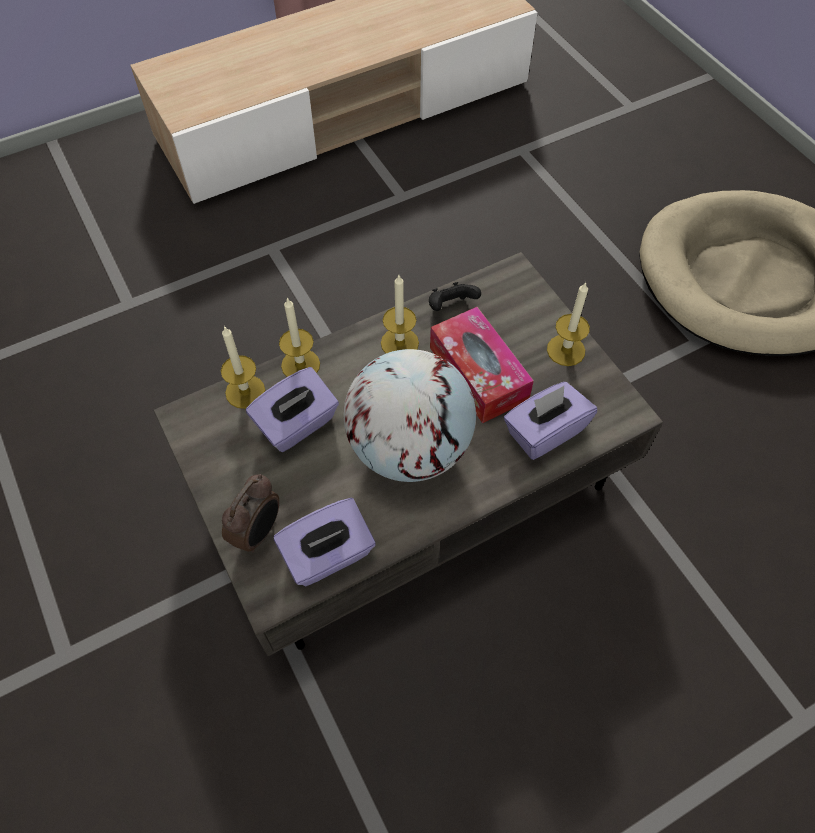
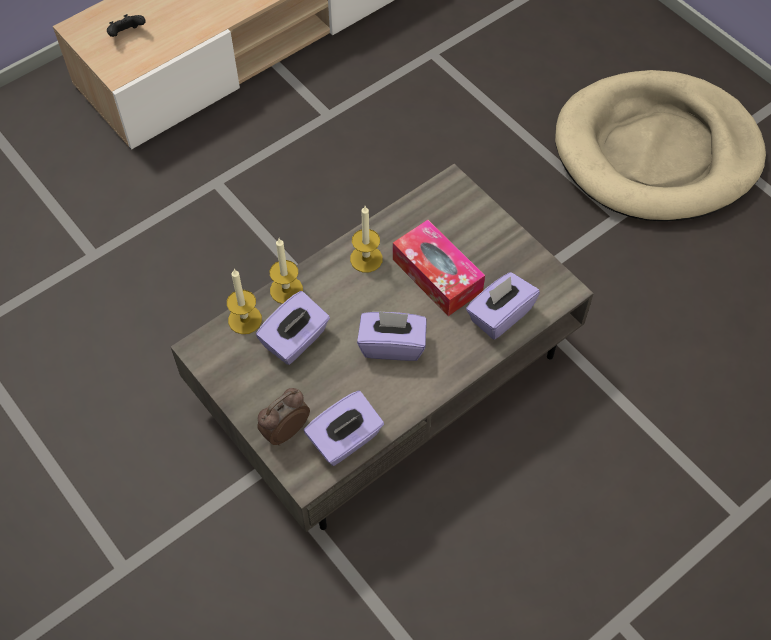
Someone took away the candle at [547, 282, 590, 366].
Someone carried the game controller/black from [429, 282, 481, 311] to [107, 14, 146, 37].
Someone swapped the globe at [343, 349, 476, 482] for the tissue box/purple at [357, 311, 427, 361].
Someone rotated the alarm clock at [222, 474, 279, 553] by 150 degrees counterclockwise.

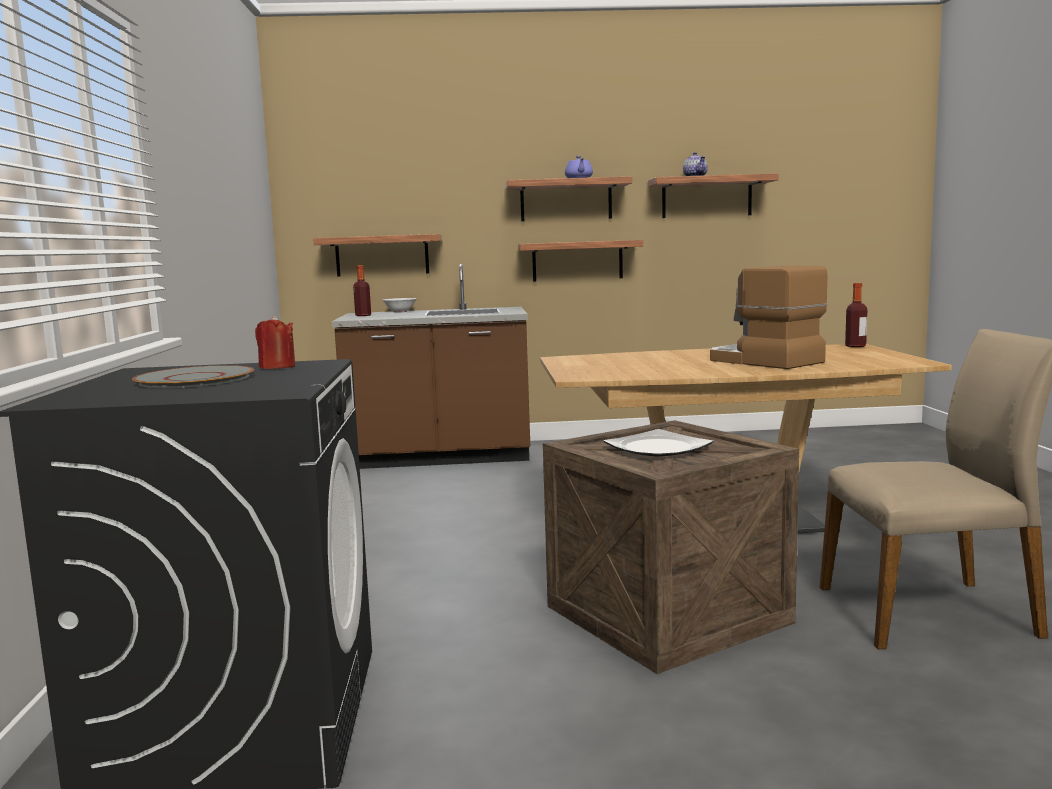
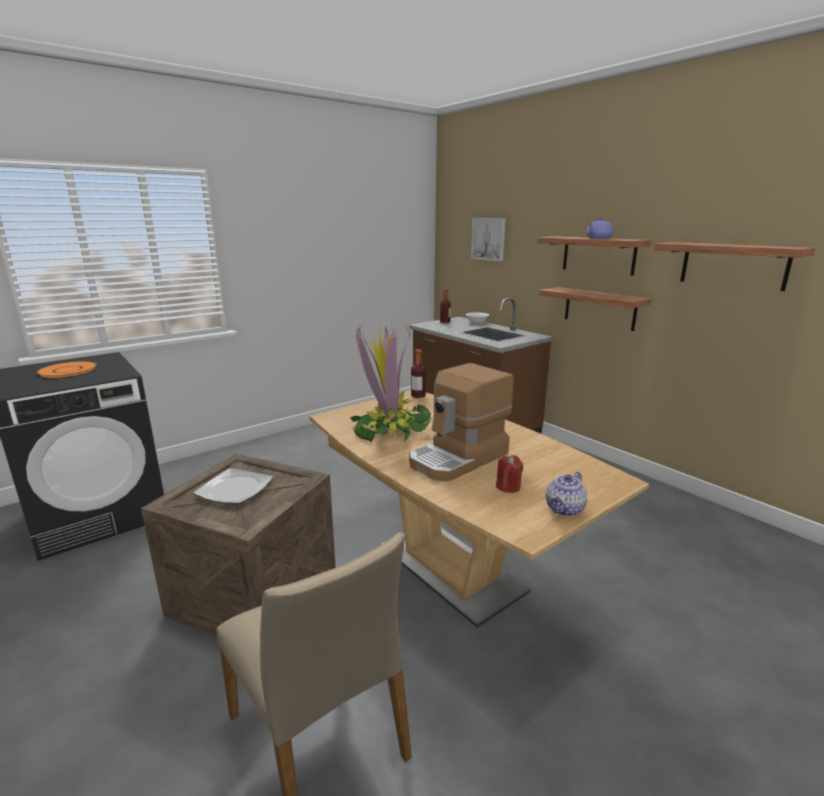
Someone took away the shelf at [313, 234, 442, 277].
Someone put down the potted plant at [350, 320, 431, 442].
Someone put up the picture at [471, 218, 506, 261].
Someone carried the candle/red from [255, 315, 295, 369] to [496, 455, 523, 493].
Someone carried the teapot from [683, 152, 708, 176] to [546, 472, 587, 517].
Someone carried the bottle from [845, 283, 867, 347] to [411, 349, 426, 398].
Someone repainted the plate/grey at [132, 365, 254, 388], which became the plate/orange at [36, 361, 97, 378].
Someone rotated the coffee machine at [710, 266, 827, 369] by 150 degrees counterclockwise.

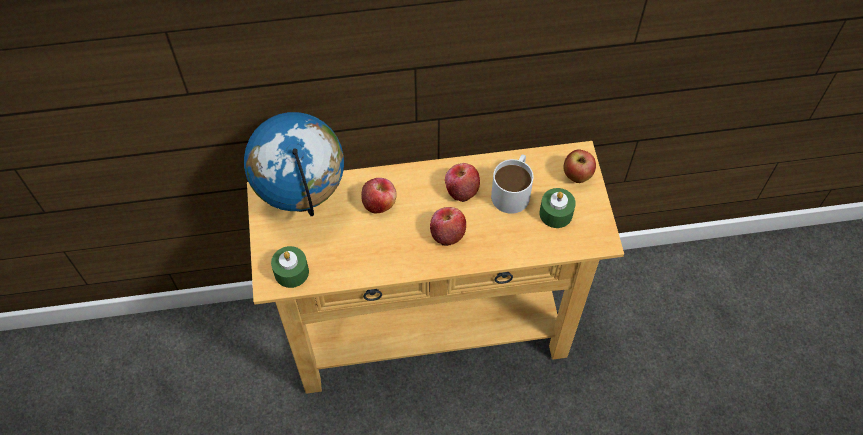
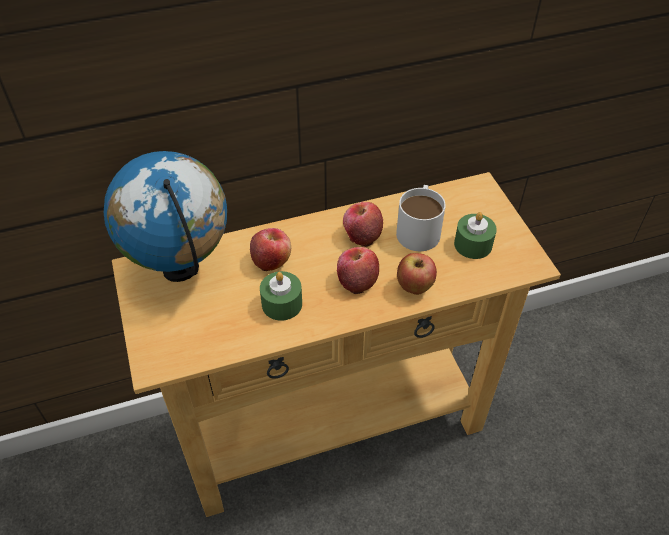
Someone carried the candle/green from [271, 246, 309, 288] to [260, 271, 302, 321].
Someone carried the apple from [563, 150, 596, 183] to [397, 253, 437, 295].

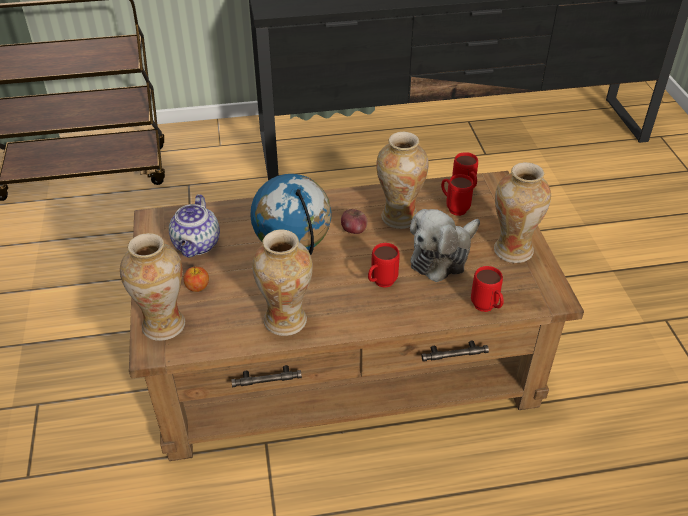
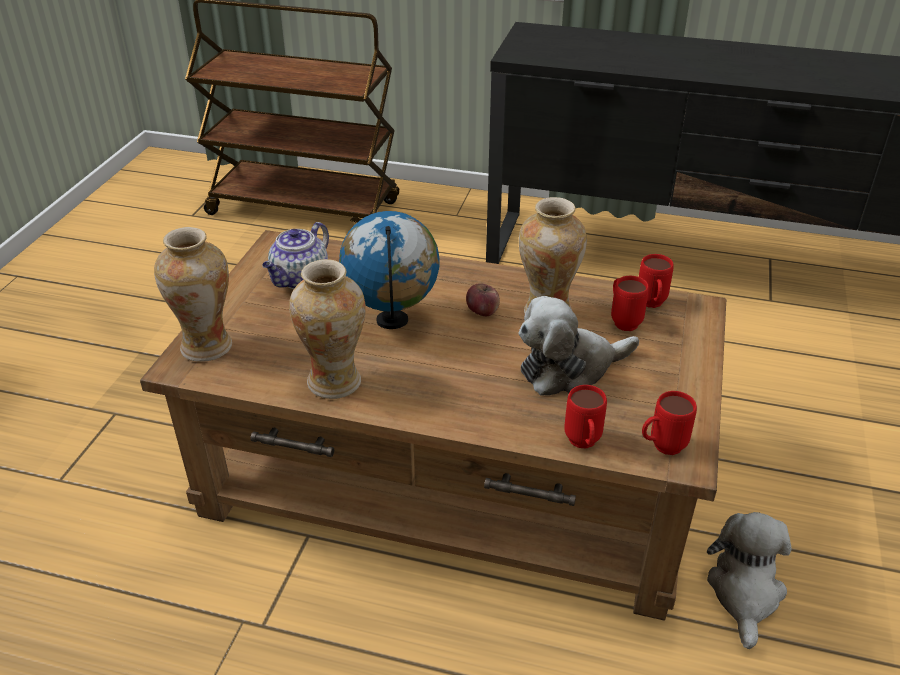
Someone took away the apple at [183, 266, 209, 292].
Someone took away the vase at [494, 162, 551, 263].
Someone put down the plush toy at [707, 512, 792, 649].
Someone carried the mug/red from [368, 243, 400, 288] to [642, 391, 697, 455].

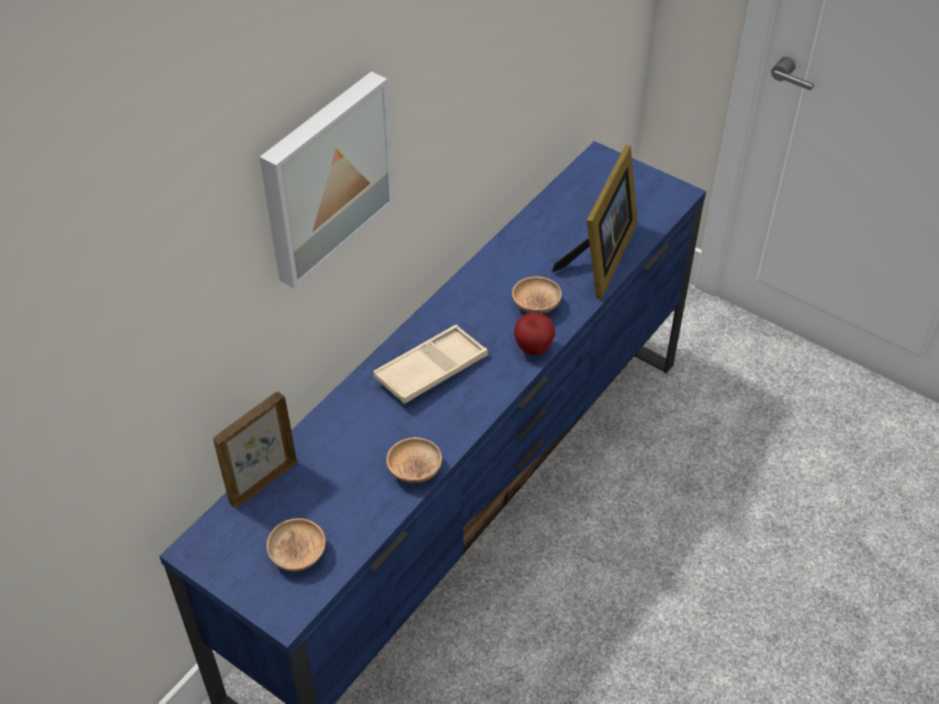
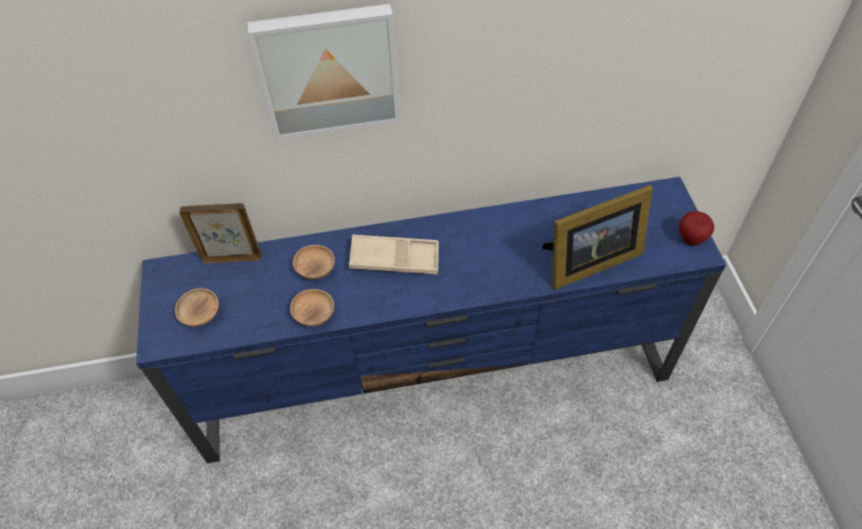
Someone carried the bowl/brown from [512, 276, 562, 313] to [293, 245, 335, 280].
Someone carried the apple from [514, 313, 555, 355] to [679, 211, 714, 246].

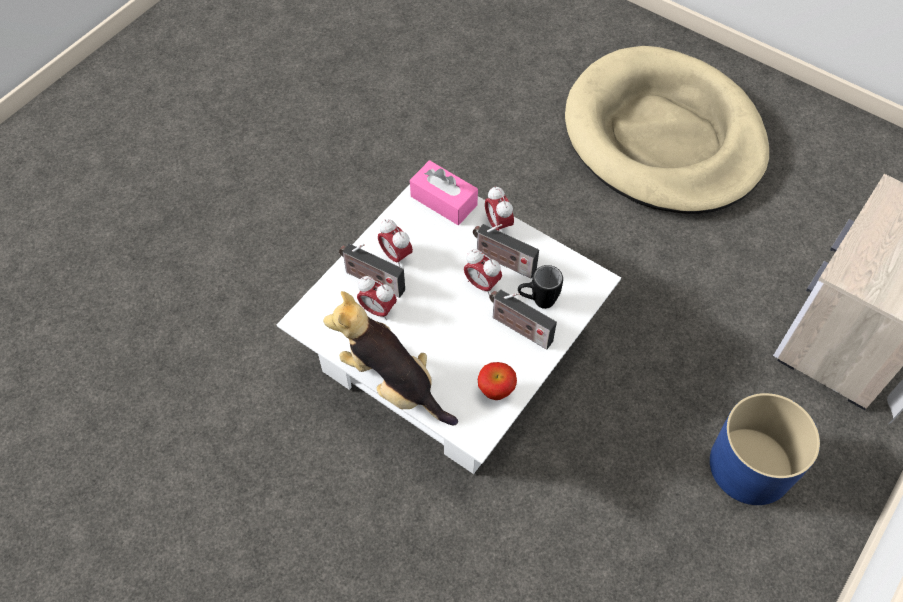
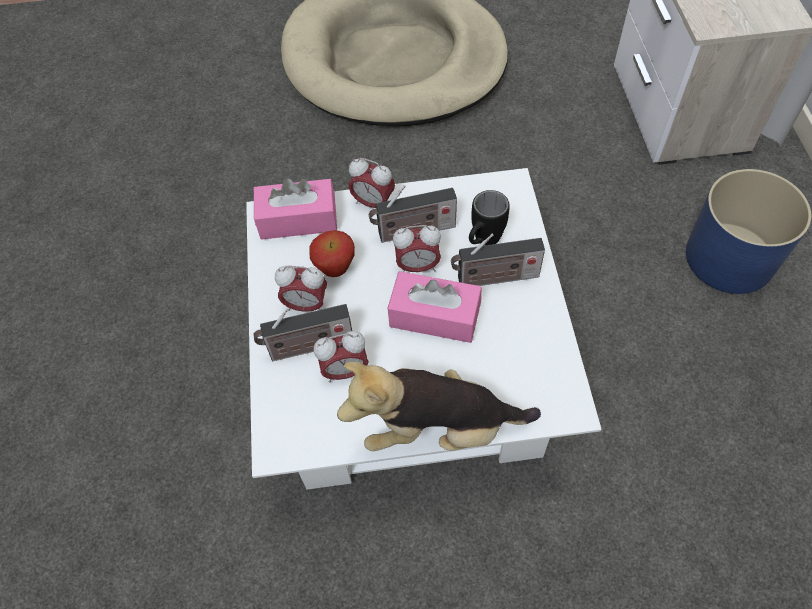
Someone put down the tissue box/pink at [388, 271, 482, 343].
Someone carried the apple from [478, 362, 517, 400] to [309, 230, 355, 277].

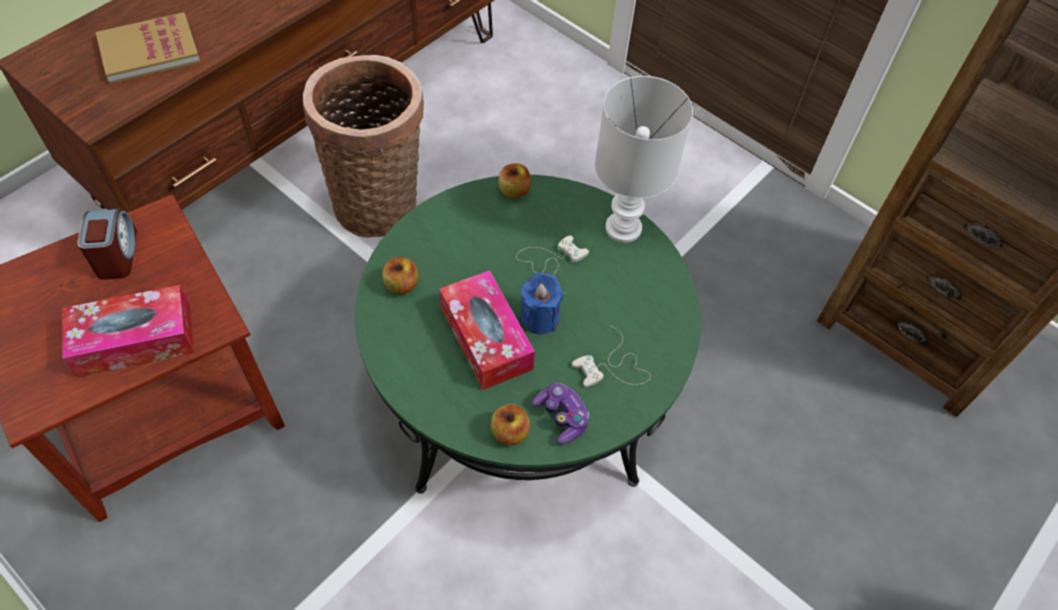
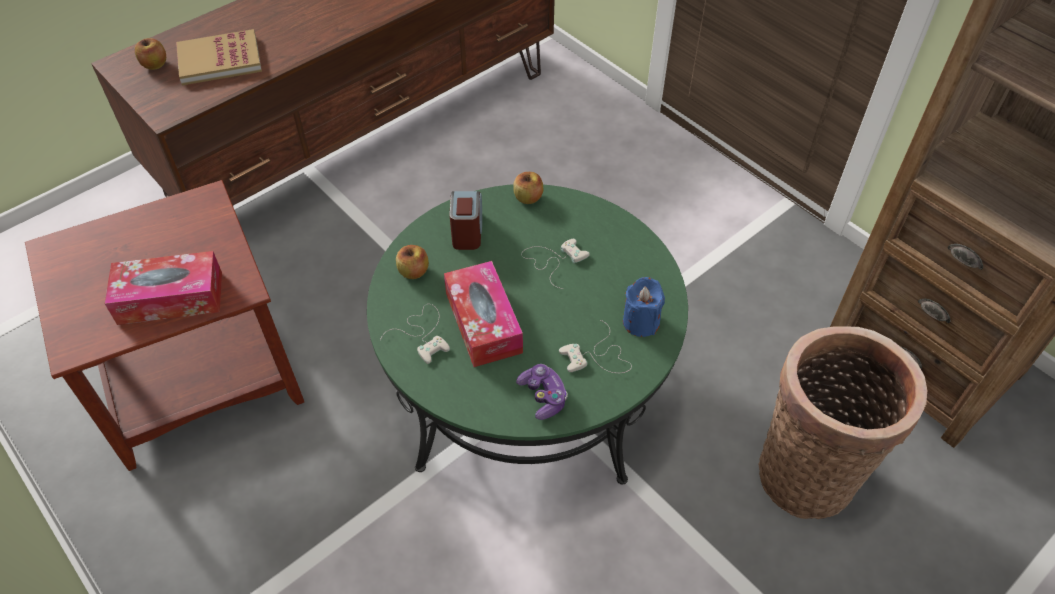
Someone took away the table lamp/white at [595, 76, 693, 243].
Someone put down the game controller/white at [380, 304, 450, 364].
Someone carried the alarm clock from [77, 209, 137, 280] to [449, 191, 482, 250].
Someone carried the basket from [303, 55, 424, 238] to [758, 326, 927, 519].
Someone carried the apple from [491, 404, 530, 446] to [135, 38, 166, 70].
Someone carried the candle/blue from [520, 272, 563, 334] to [623, 277, 665, 337].

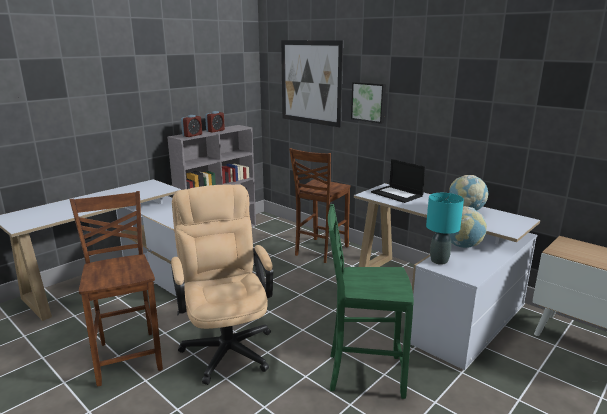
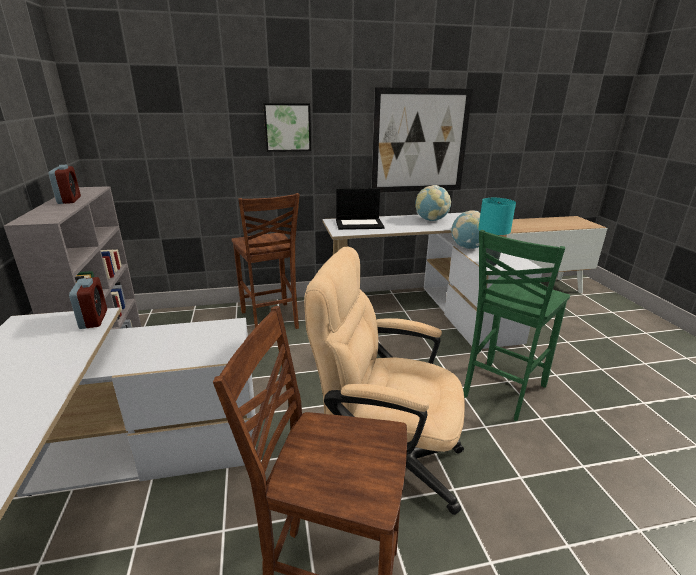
Someone carried the alarm clock from [181, 115, 202, 137] to [69, 277, 107, 329].
Someone carried the picture from [281, 40, 343, 127] to [372, 87, 473, 192].

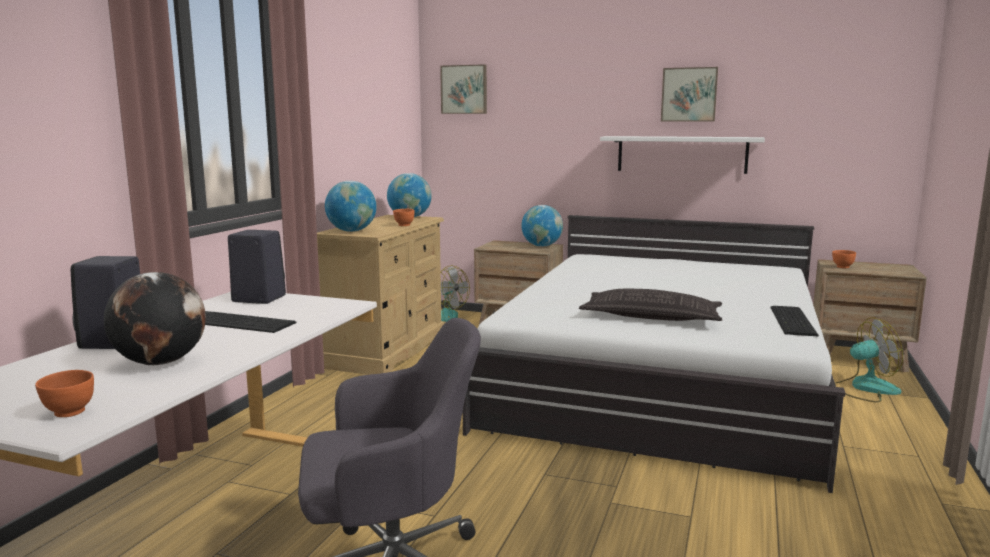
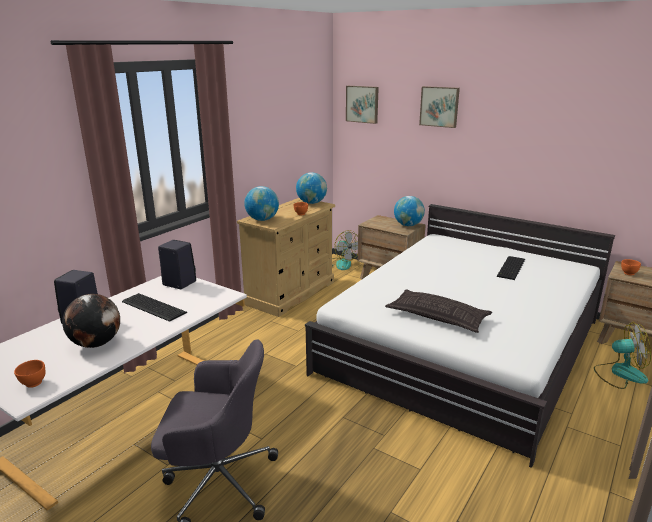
Someone took away the shelf/white at [600, 136, 765, 174].
Someone carried the picture from [661, 67, 718, 121] to [419, 86, 460, 128].
Someone carried the keyboard from [771, 306, 819, 336] to [497, 256, 525, 280].

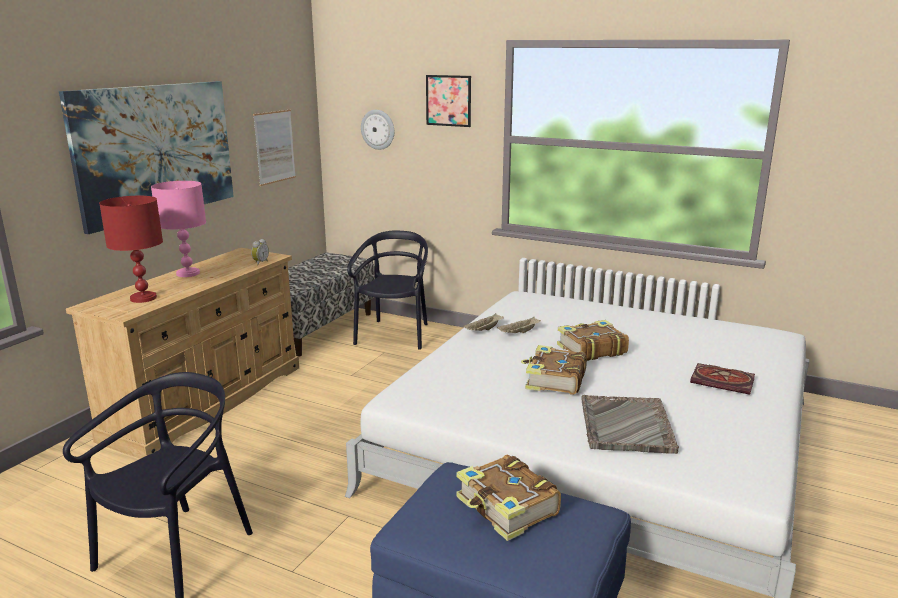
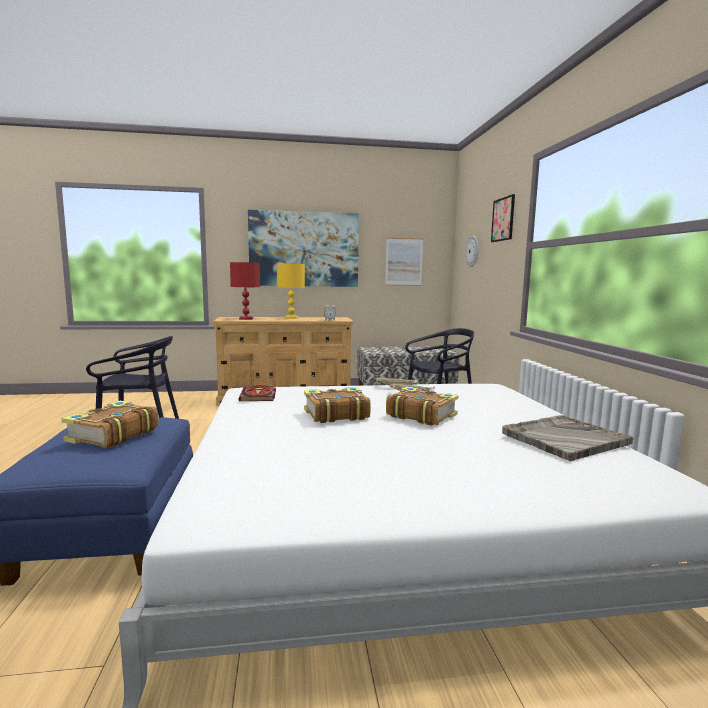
Someone carried the tray/grey from [582, 395, 679, 454] to [502, 415, 633, 462].
Someone carried the book from [690, 363, 755, 395] to [238, 385, 276, 401].
Someone repainted the table lamp/pink at [151, 181, 206, 277], which became the table lamp/yellow at [277, 263, 305, 319].

